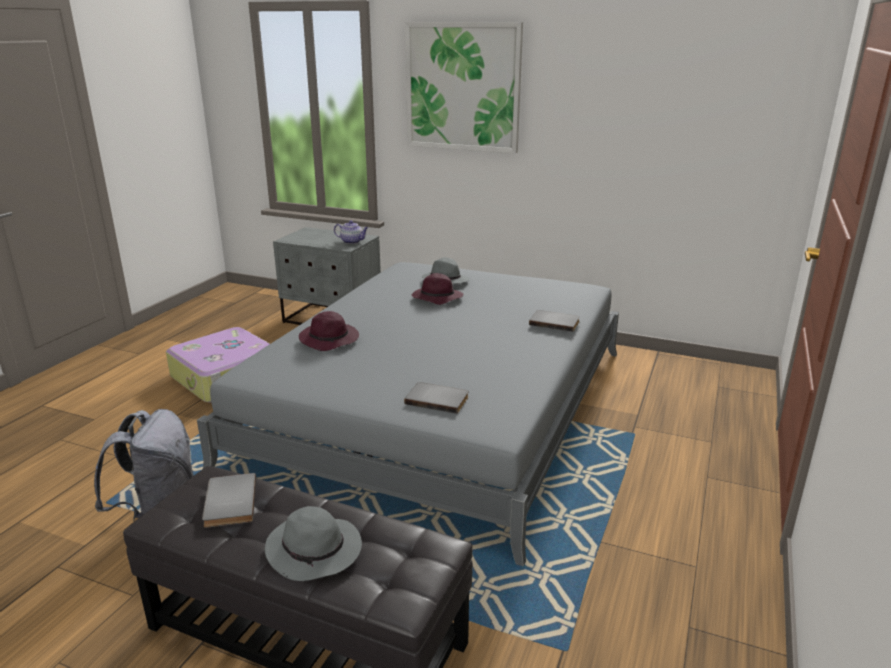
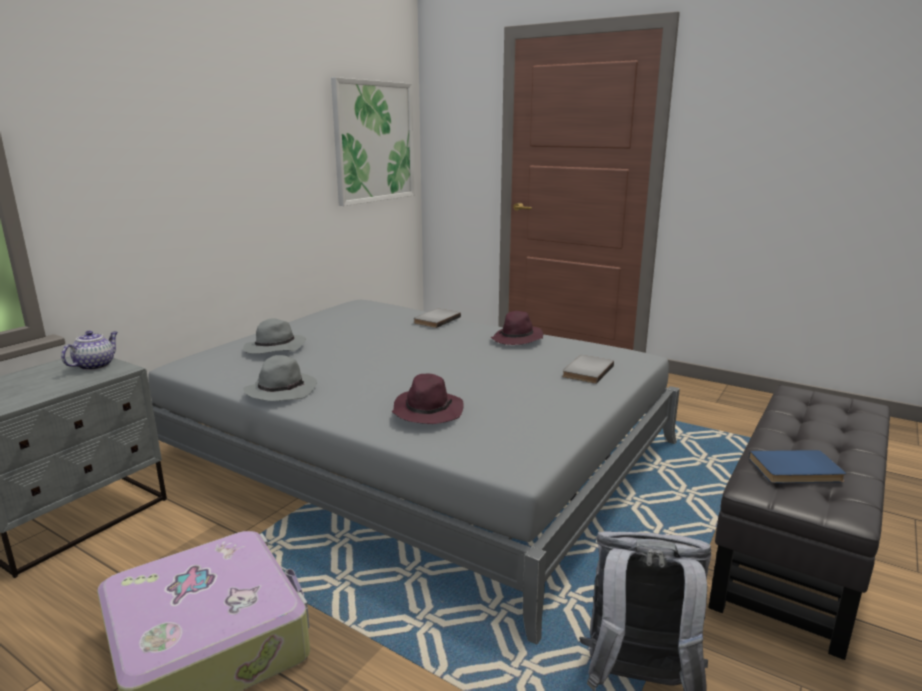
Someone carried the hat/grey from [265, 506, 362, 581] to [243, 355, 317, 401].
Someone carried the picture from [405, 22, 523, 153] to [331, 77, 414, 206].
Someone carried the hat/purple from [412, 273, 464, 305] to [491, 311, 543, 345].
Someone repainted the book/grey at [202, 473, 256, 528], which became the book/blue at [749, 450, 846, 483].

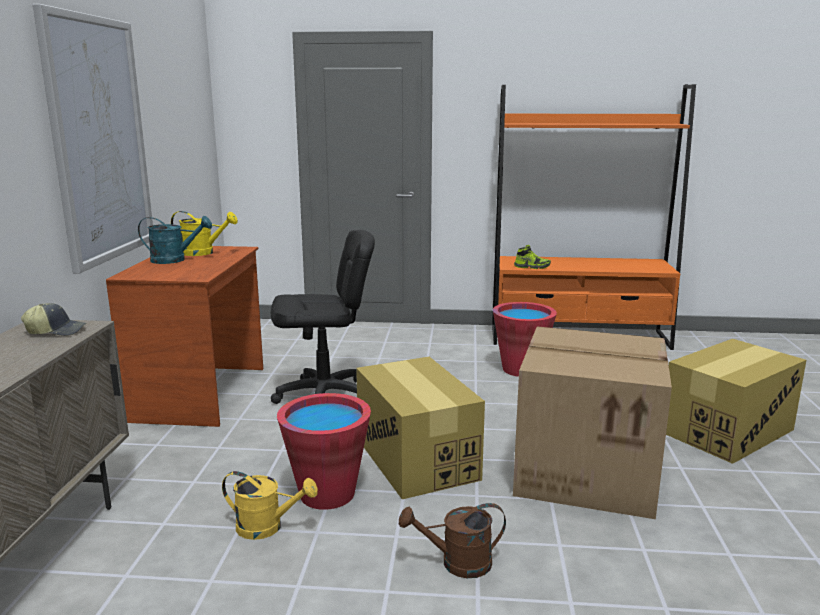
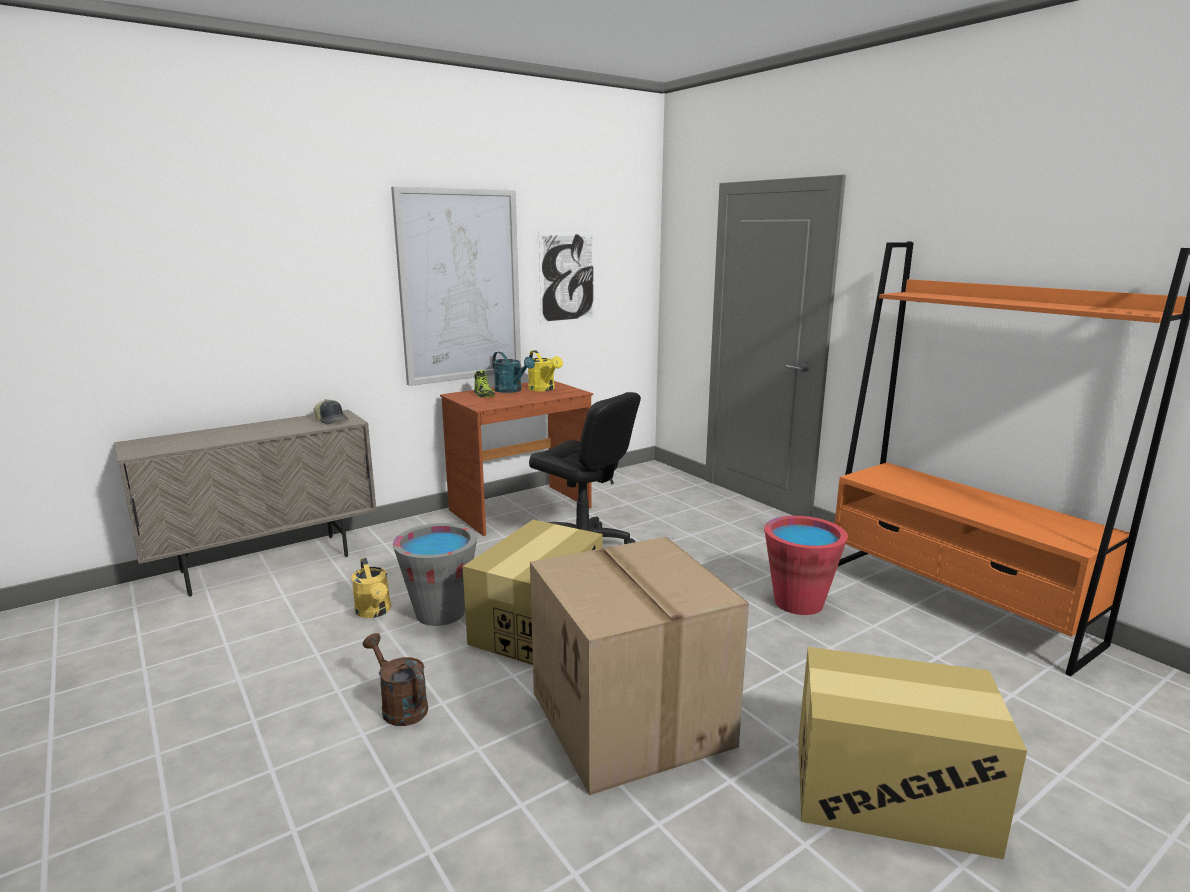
Someone put up the picture at [539, 232, 595, 324].
Someone carried the shoe from [514, 245, 551, 269] to [474, 370, 495, 398].
Someone repainted the bucket/red at [277, 393, 371, 510], which became the bucket/grey at [393, 523, 477, 626].

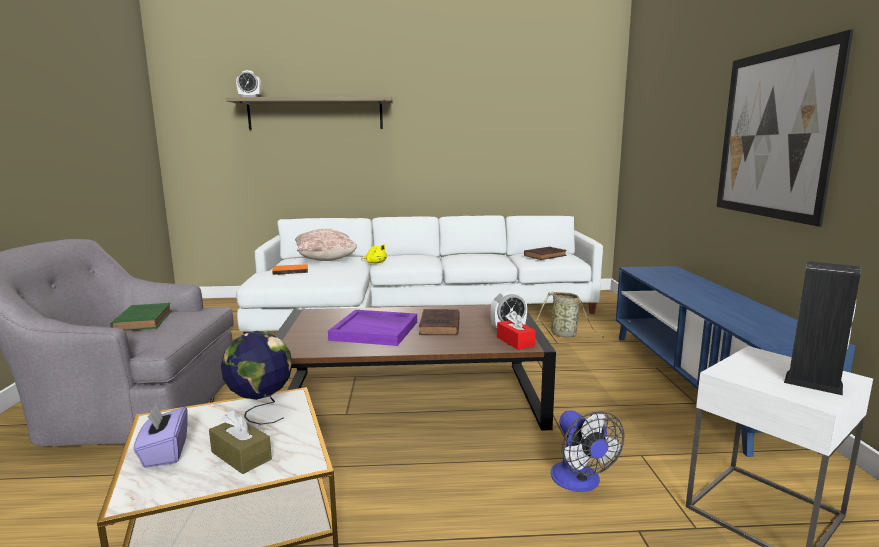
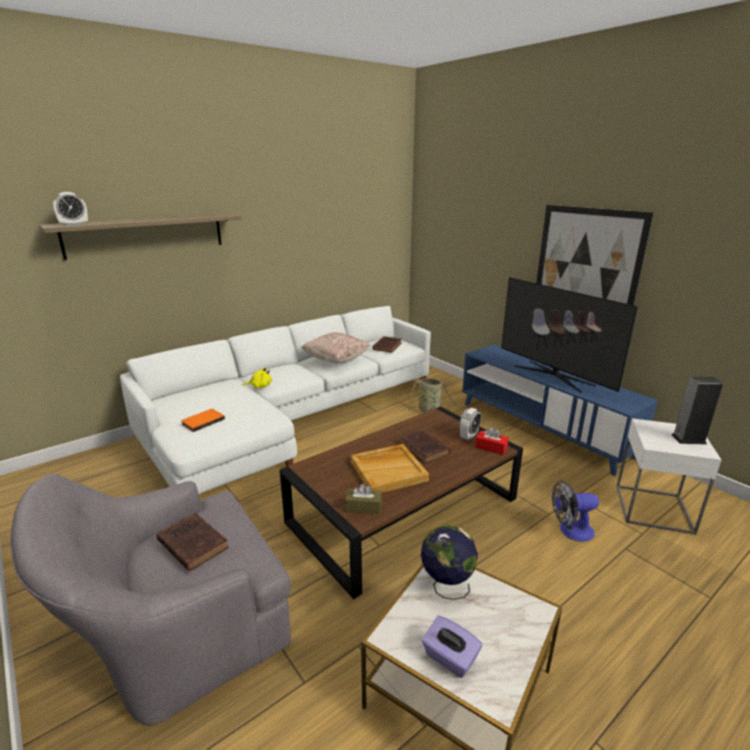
Someone put down the television at [501, 277, 638, 393].
Someone carried the tissue box/brown from [209, 410, 272, 474] to [345, 484, 382, 514].
Someone carried the pillow/beige from [295, 229, 358, 261] to [301, 332, 371, 364].
Someone repainted the book/green at [110, 303, 172, 331], which became the book/brown at [156, 513, 229, 572].
Someone repainted the tray/purple at [328, 310, 417, 346], which became the tray/beige at [351, 444, 429, 493].
Someone rotated the fan at [551, 410, 624, 492] by 135 degrees clockwise.

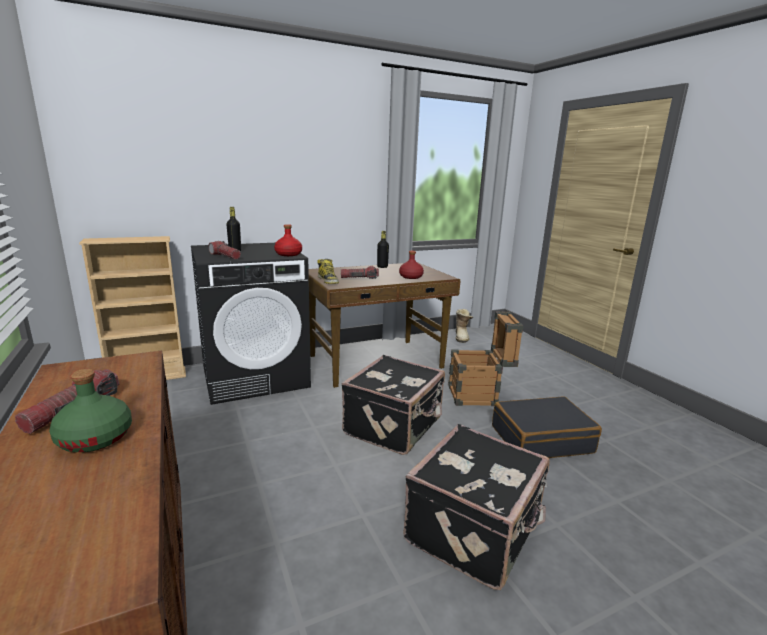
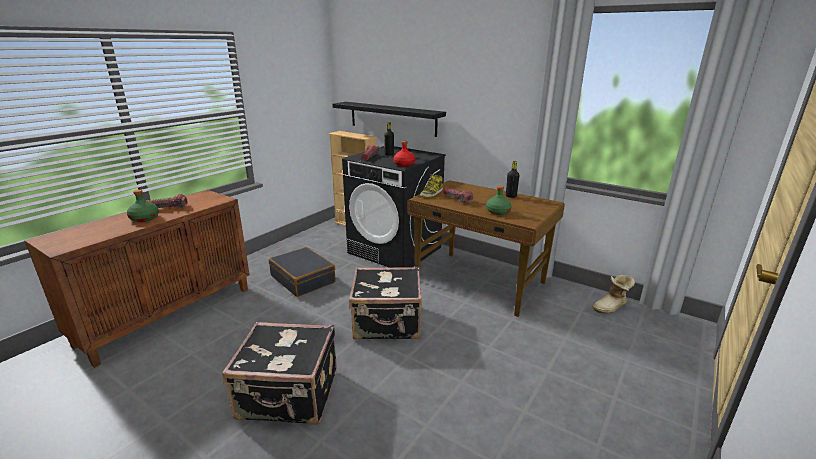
Someone took away the crate at [448, 311, 523, 406].
Someone put up the shelf/black at [332, 102, 446, 137].
Someone carried the suitcase/black from [492, 396, 602, 458] to [269, 247, 336, 297].
Someone repainted the bottle/red at [399, 251, 424, 279], which became the bottle/green at [486, 186, 511, 215].

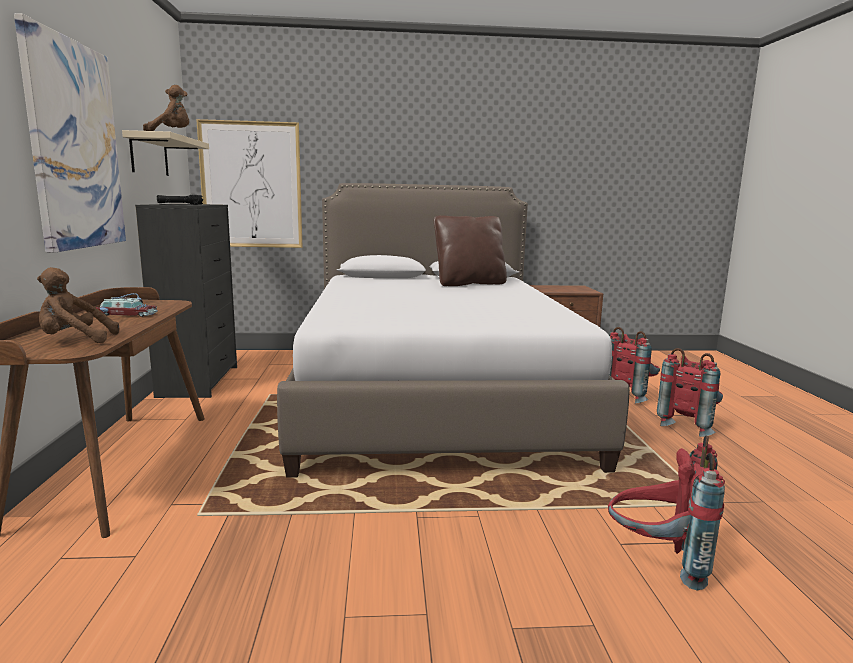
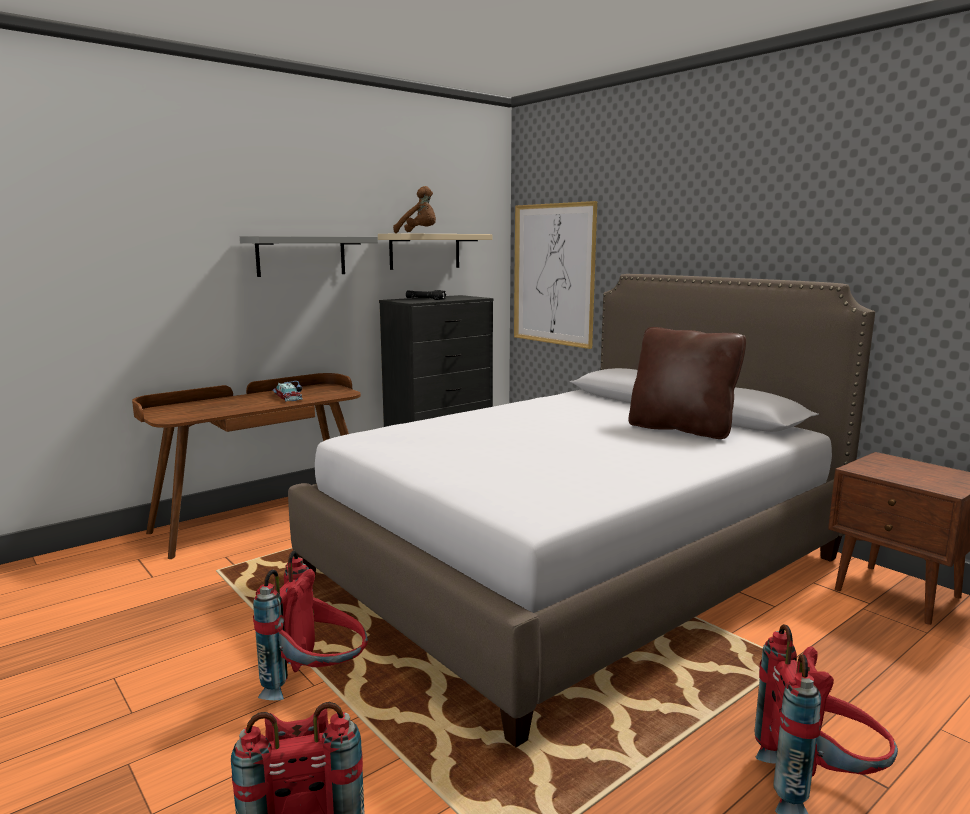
Someone took away the plush toy/brown at [37, 267, 119, 343].
Someone carried the backpack/red from [610, 327, 660, 404] to [253, 551, 368, 700].
Someone swapped the picture at [14, 13, 126, 253] for the shelf/grey at [240, 236, 378, 277].

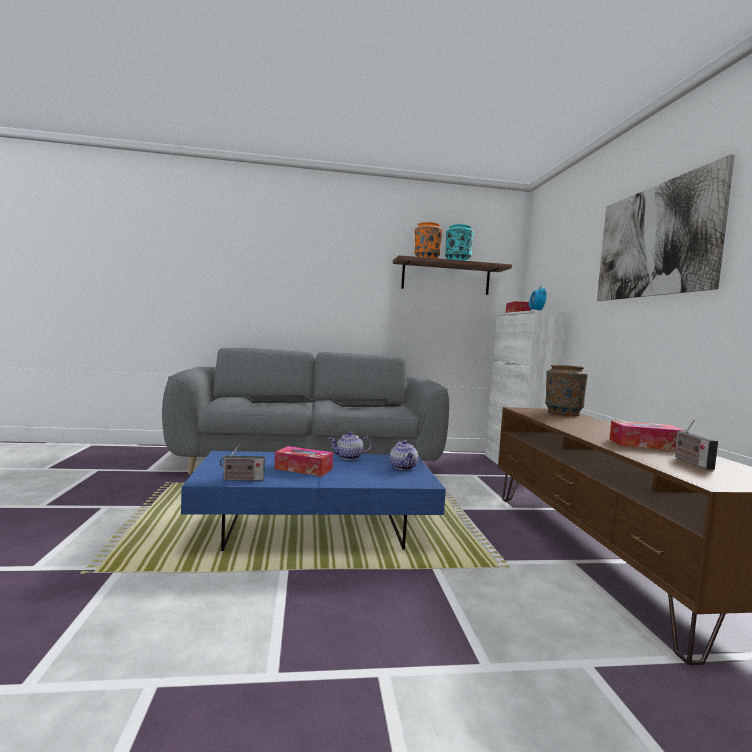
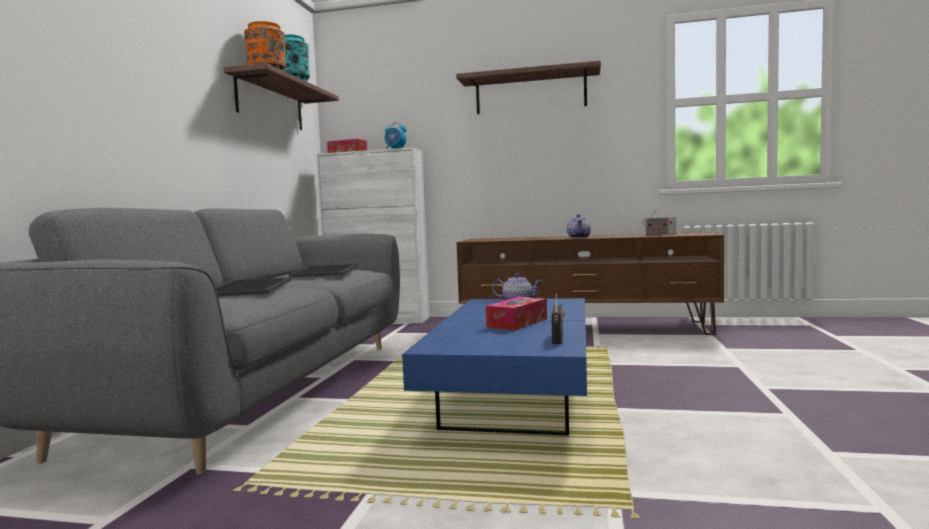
Someone took away the vase/brown at [545, 365, 588, 416].
Someone took away the tissue box at [609, 420, 686, 450].
Someone carried the teapot from [328, 432, 372, 460] to [567, 214, 591, 238].
Someone swapped the picture at [597, 154, 735, 301] for the shelf at [456, 61, 601, 114].

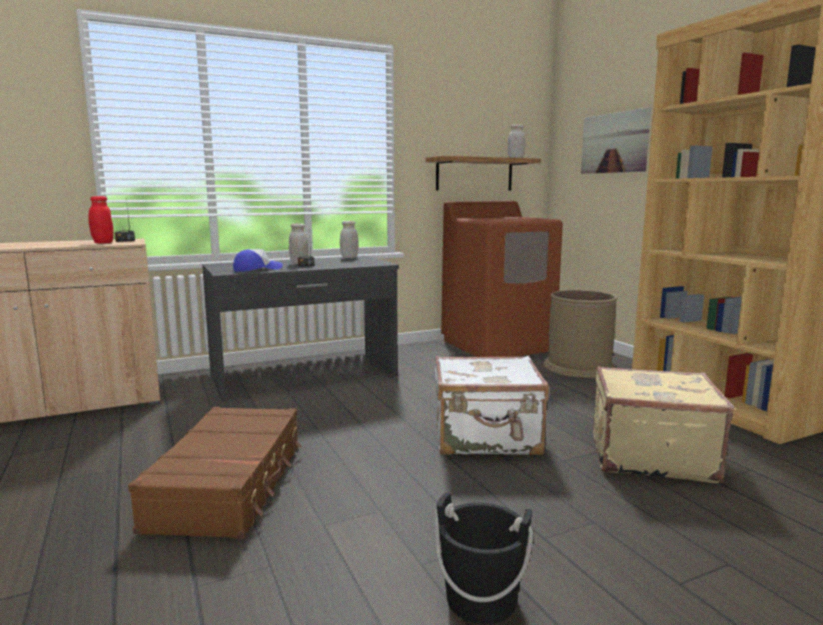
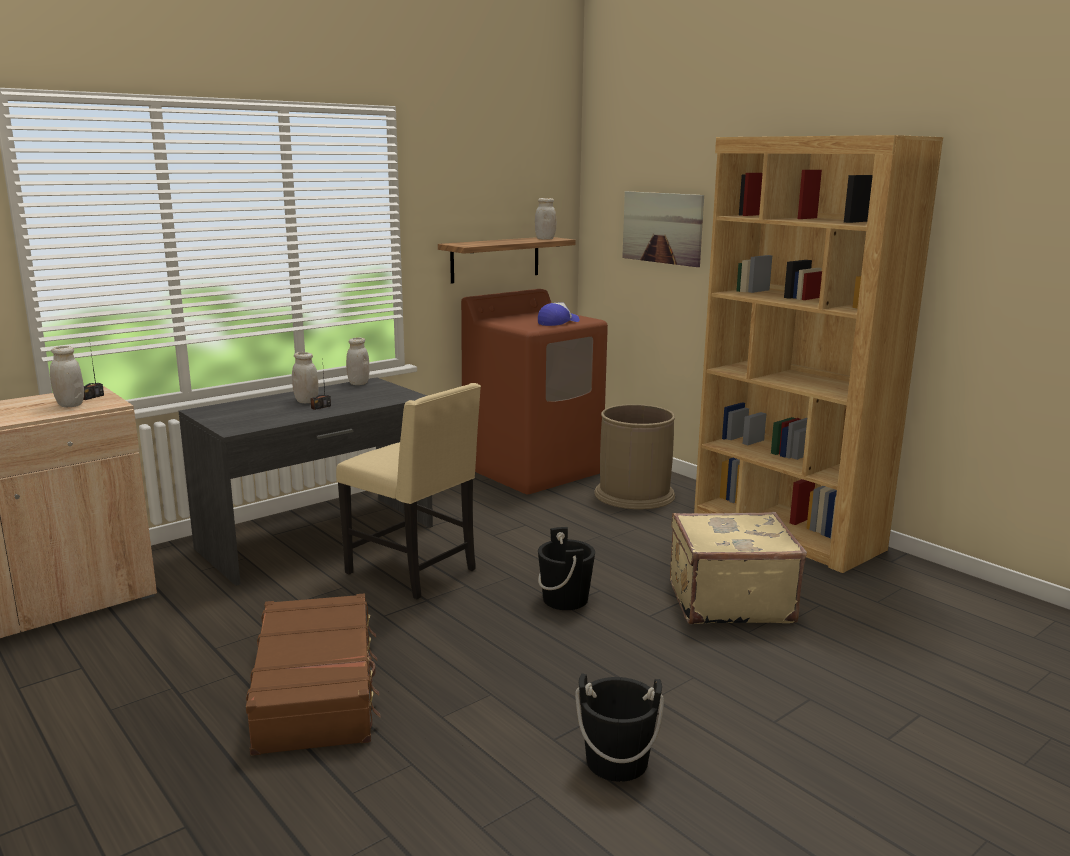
Someone put down the chair/beige at [336, 383, 481, 599].
Someone carried the cap from [233, 249, 283, 272] to [538, 302, 580, 326].
Someone swapped the suitcase/white at [435, 356, 549, 455] for the bucket/black at [538, 527, 595, 610].
Someone repainted the jar/red at [88, 196, 114, 243], which became the jar/white at [50, 346, 84, 407].

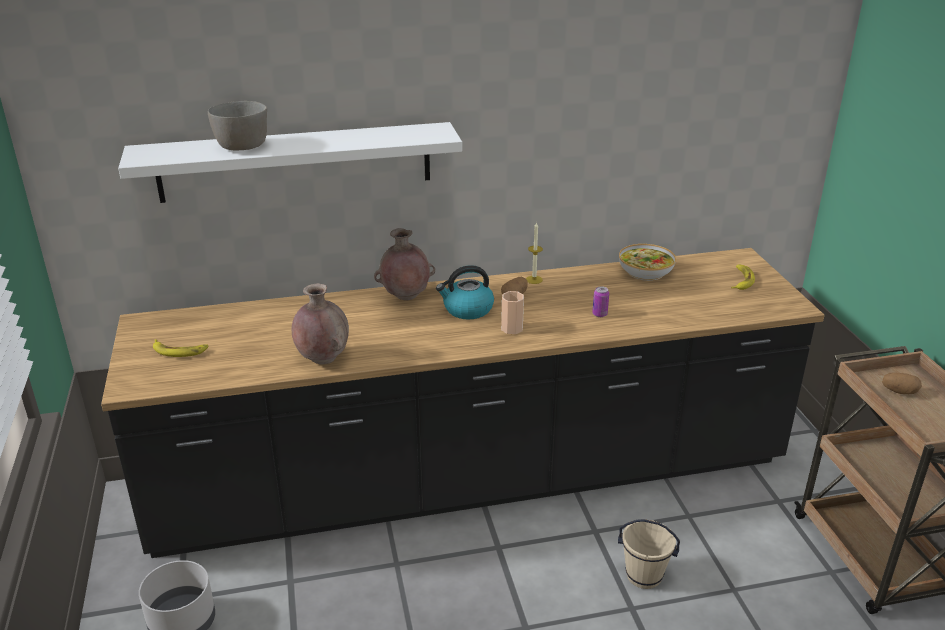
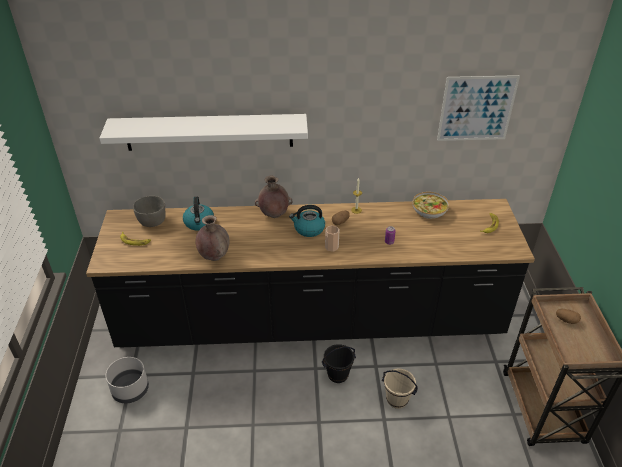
Someone put down the kettle at [183, 197, 214, 230].
Someone put down the bucket/black at [322, 344, 356, 383].
Someone put up the picture at [437, 75, 520, 141].
Someone carried the bowl/grey from [208, 101, 267, 150] to [133, 196, 166, 227].

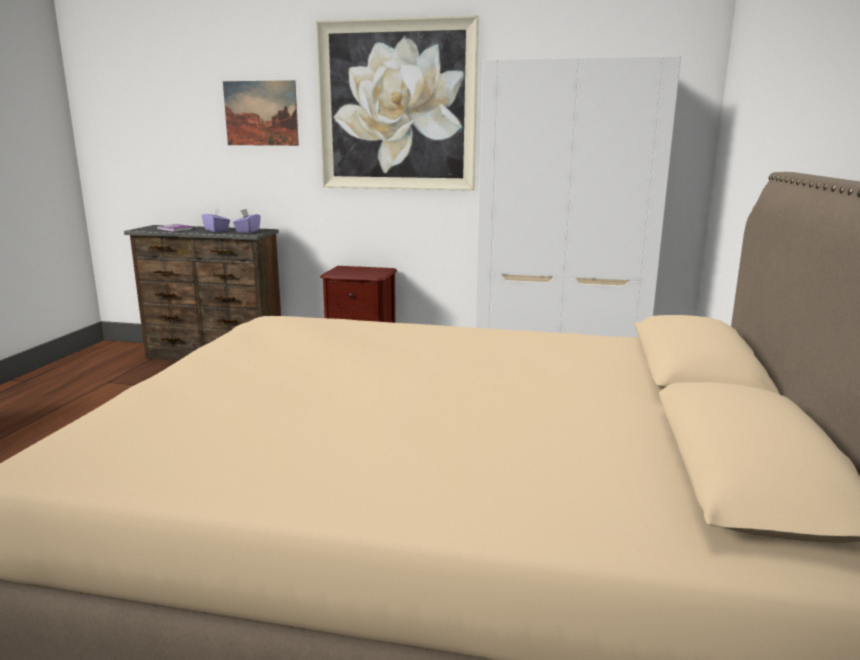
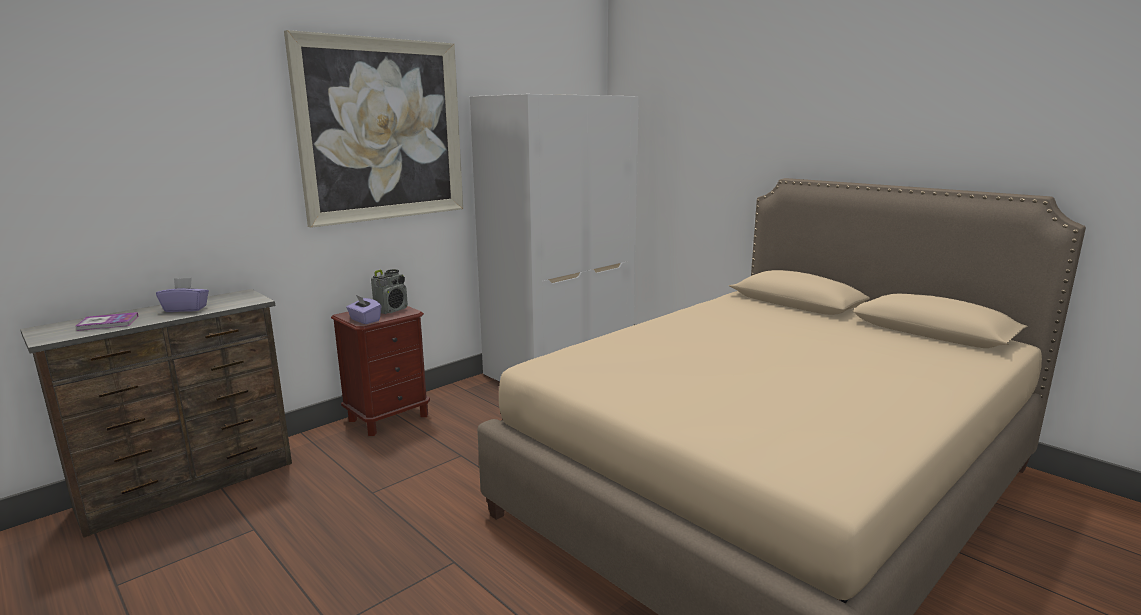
Someone took away the picture at [223, 80, 299, 146].
Someone put down the radio at [371, 269, 408, 314].
Someone carried the tissue box/purple from [233, 209, 261, 233] to [346, 295, 381, 324].

